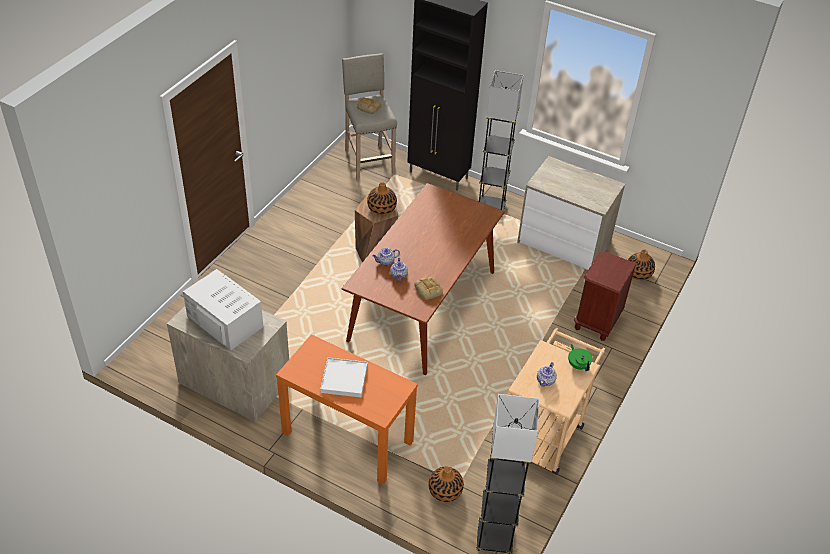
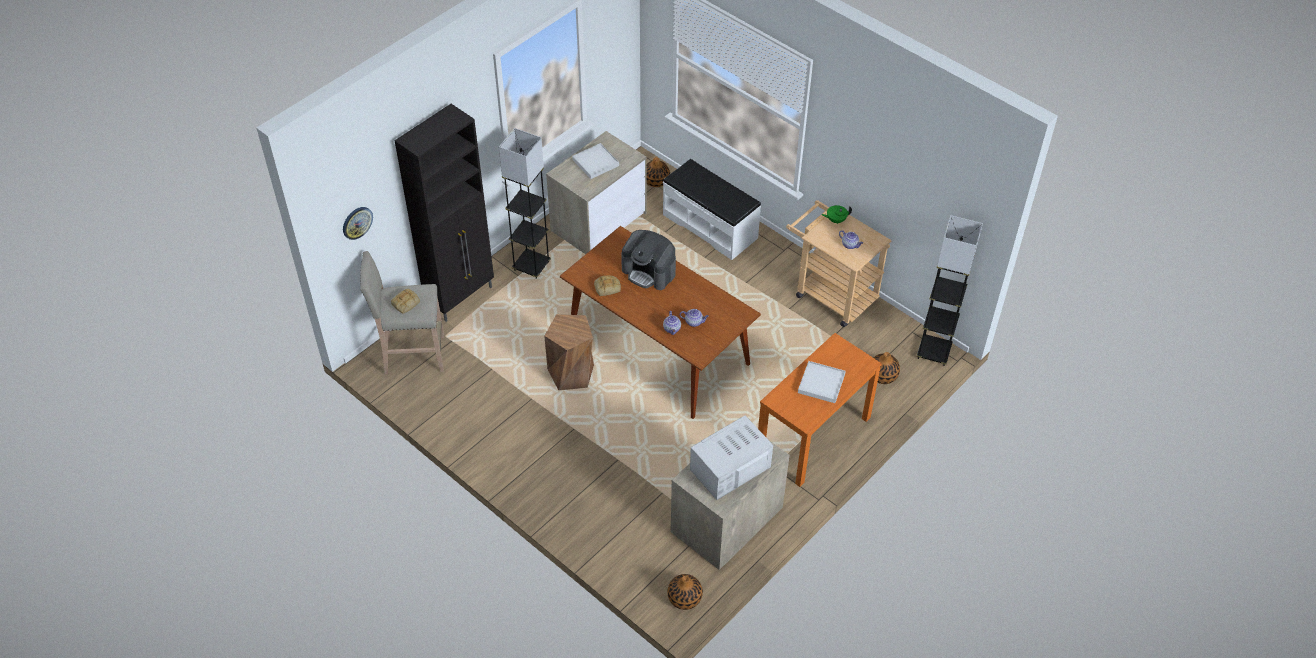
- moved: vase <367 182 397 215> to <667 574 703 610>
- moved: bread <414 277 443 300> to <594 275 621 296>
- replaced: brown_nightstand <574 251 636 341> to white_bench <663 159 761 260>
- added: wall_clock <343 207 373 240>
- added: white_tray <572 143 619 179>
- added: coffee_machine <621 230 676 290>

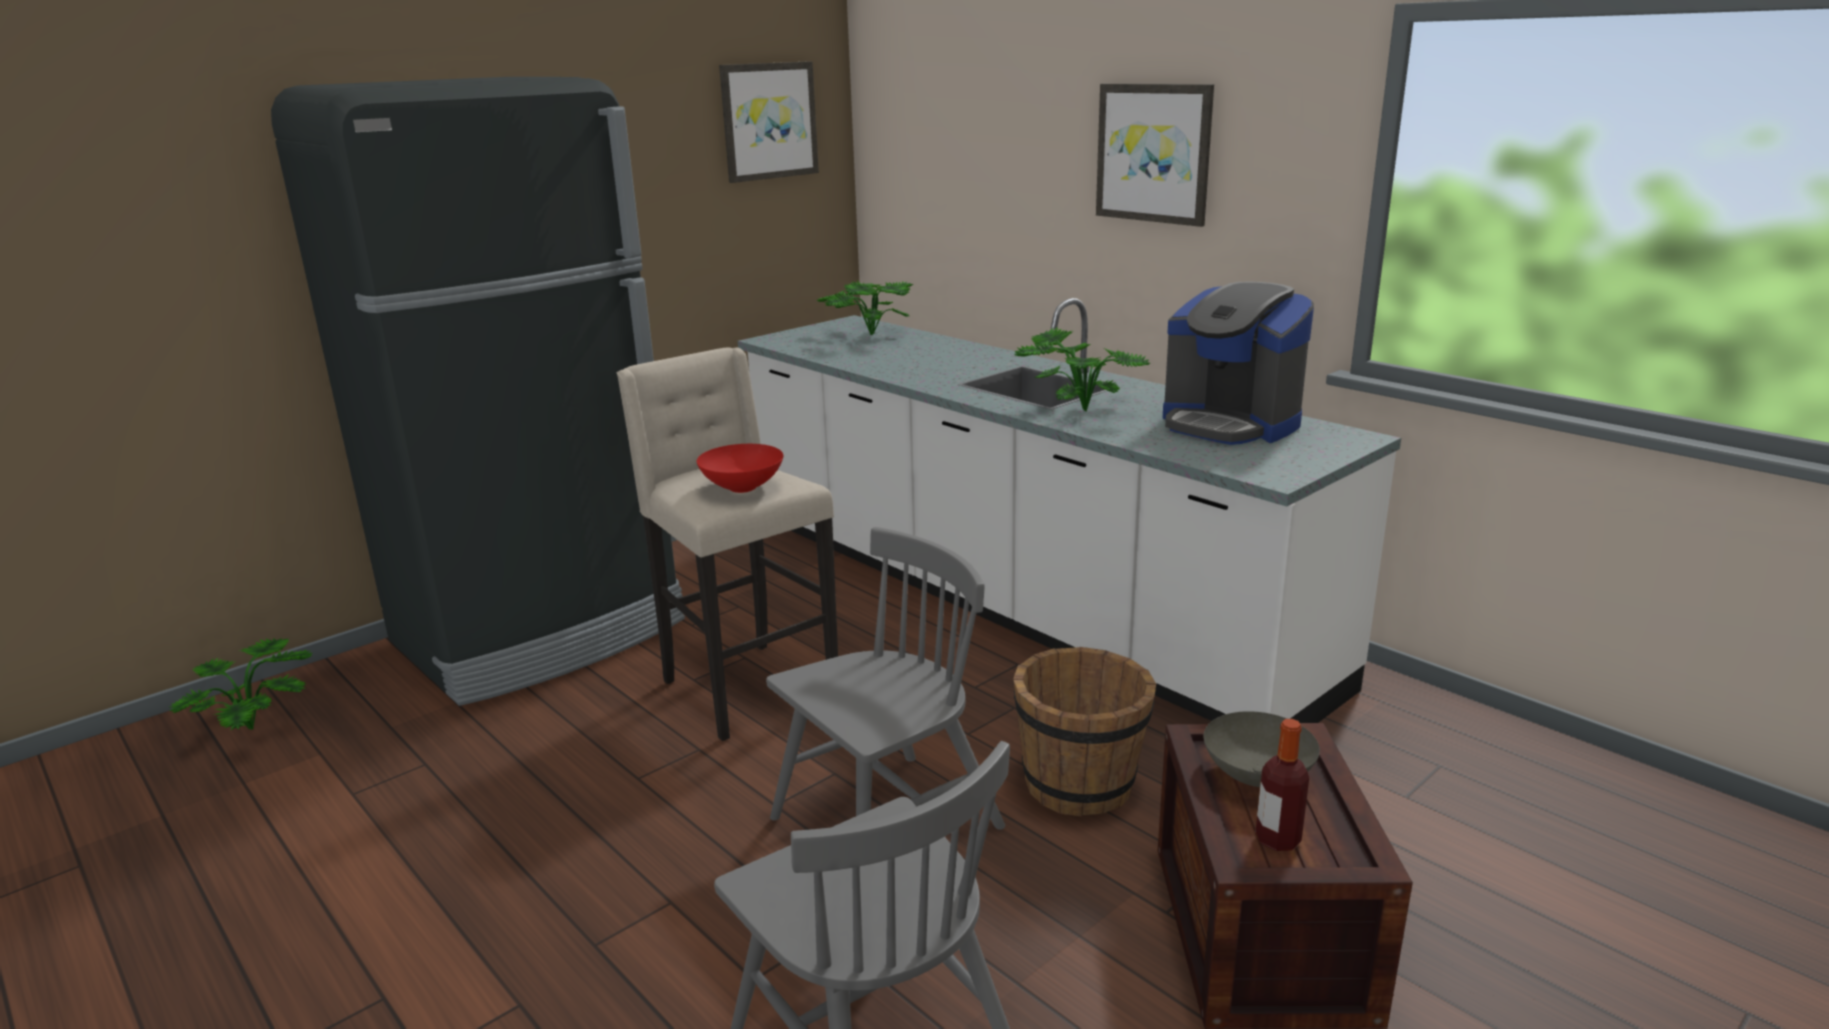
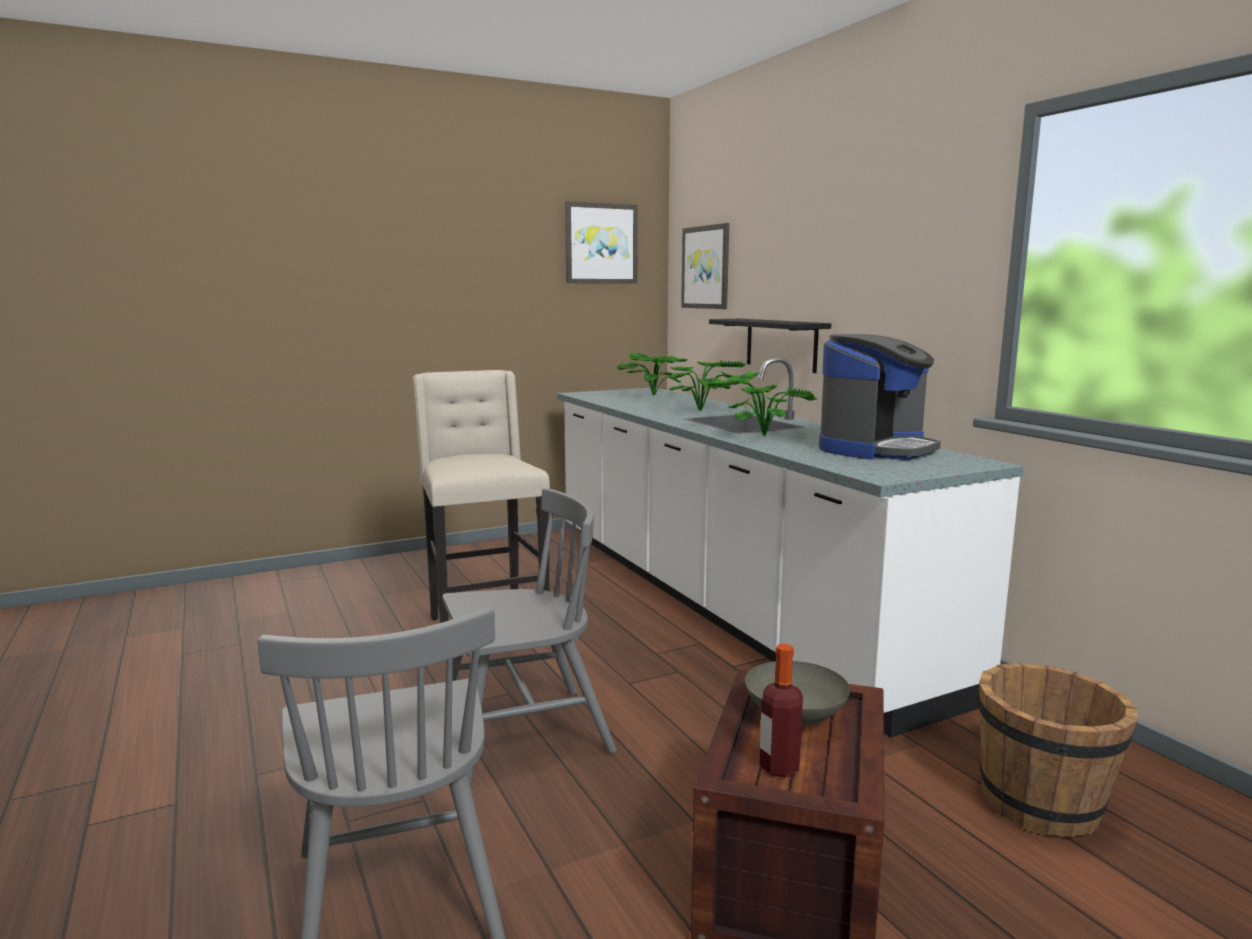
- moved: potted_plant <169 638 312 731> to <668 360 746 411>
- removed: black_fridge <271 77 685 706>
- removed: red_bowl <697 444 783 493>
- moved: brown_bucket <1013 647 1156 816> to <978 662 1137 837>
- moved: picture <1096 84 1214 227> to <681 223 729 309>
- turned: coffee_machine <1163 281 1314 445> = <819 334 941 460> 105 degrees counterclockwise
- added: black_shelf <709 319 831 373>

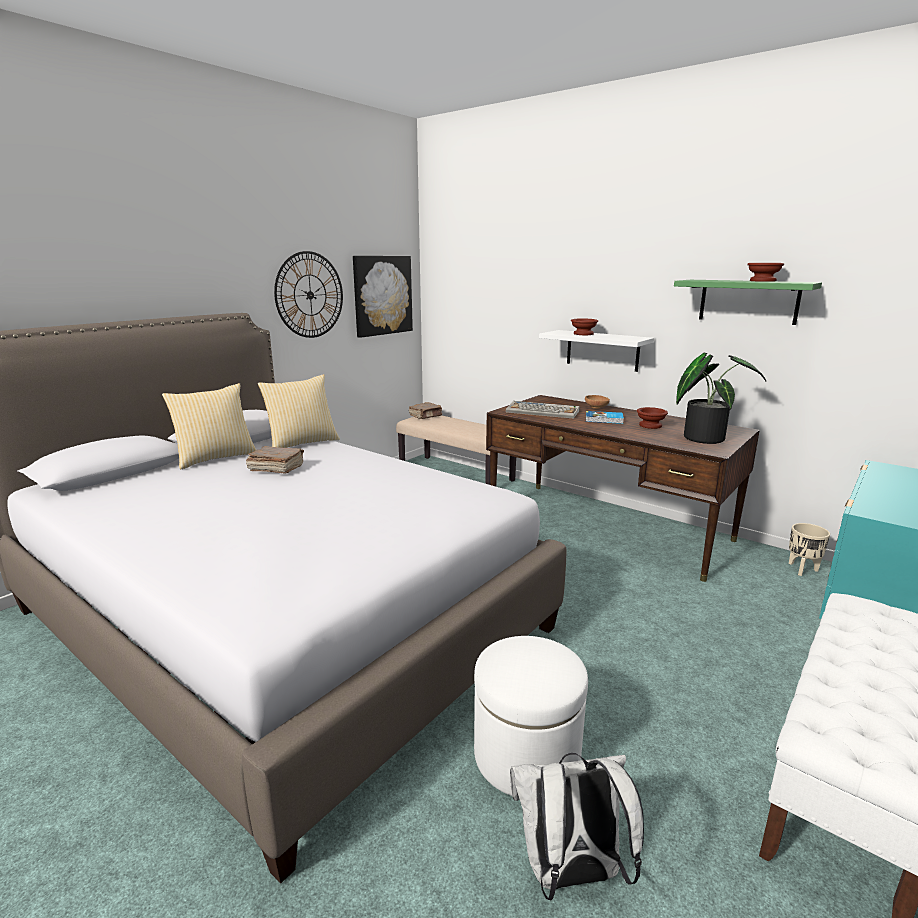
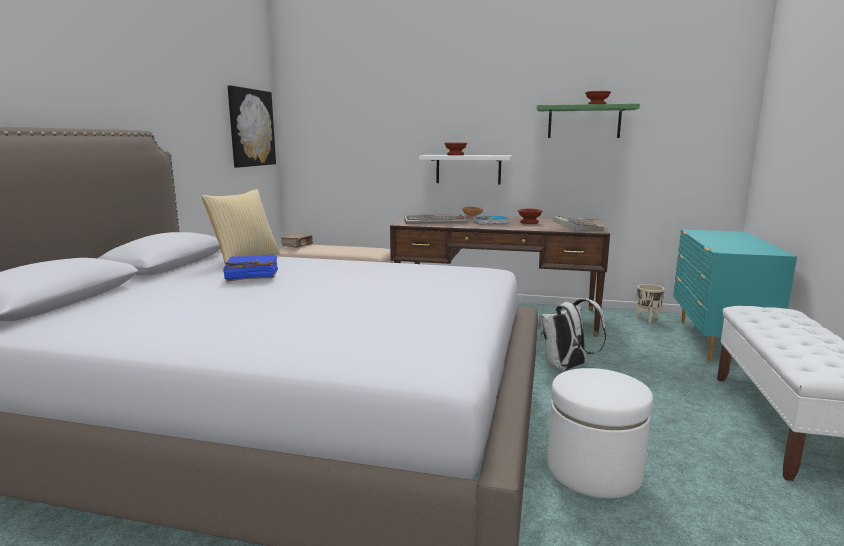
- removed: pillow <162 383 256 469>
- recoloured: brown_book <246 446 304 474> to blue_book <223 255 278 282>
- removed: wall_clock <274 251 343 338>
- moved: white_backpack <510 753 644 900> to <539 299 606 371>
- replaced: potted_plant <676 353 766 444> to keyboard <553 216 604 231>

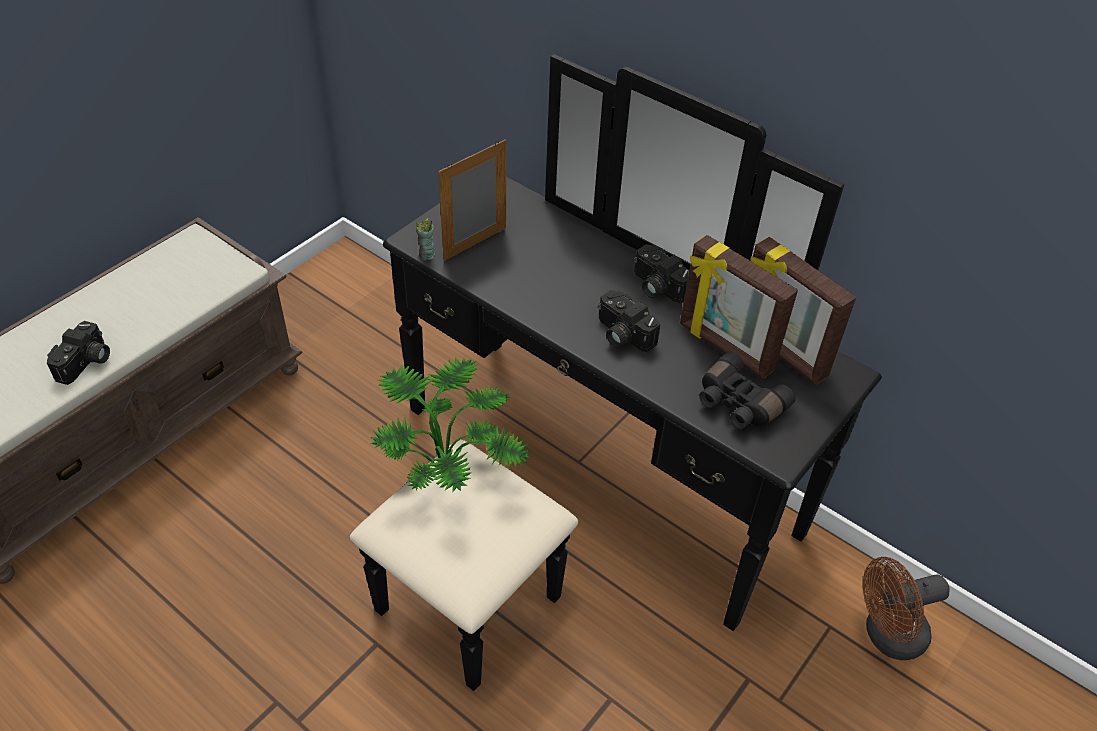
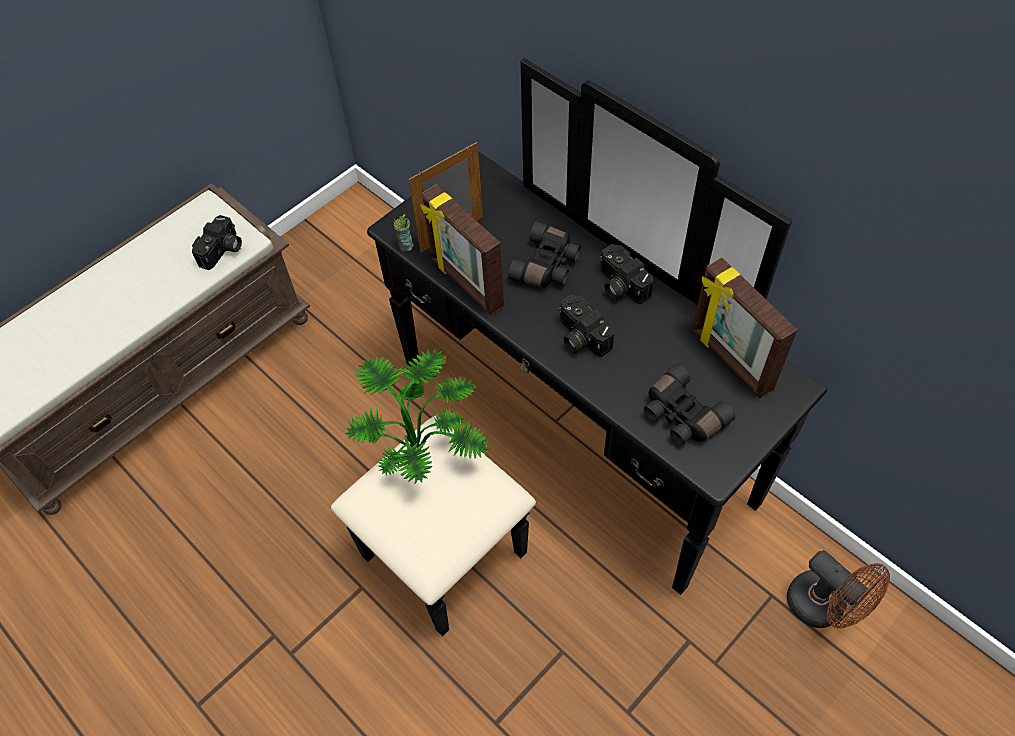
- moved: photo_camera <47 321 110 385> to <192 215 242 270>
- moved: picture_frame <680 235 798 379> to <420 185 504 315>
- turned: brown_fan <863 557 950 660> = <787 550 890 628> 120 degrees counterclockwise
- added: black_binoculars <508 221 581 288>

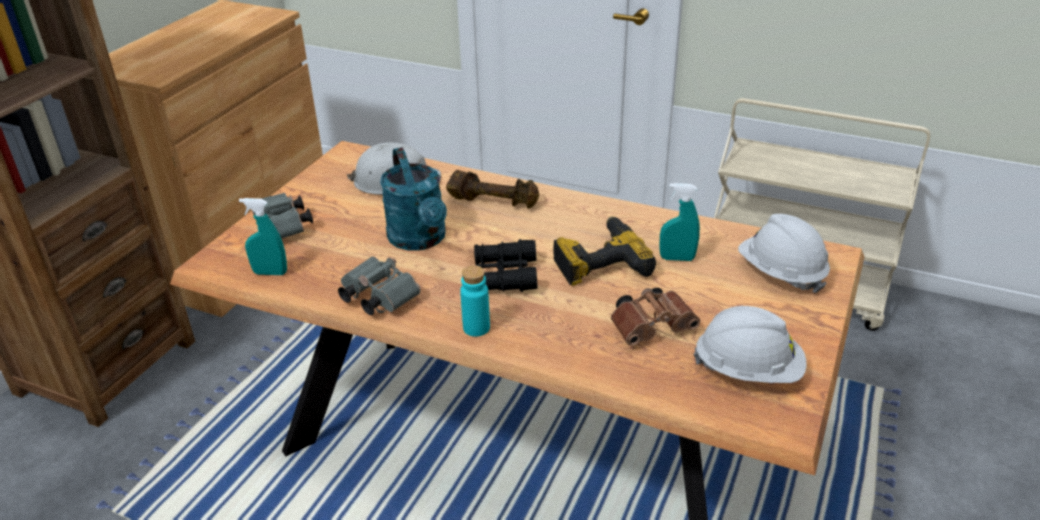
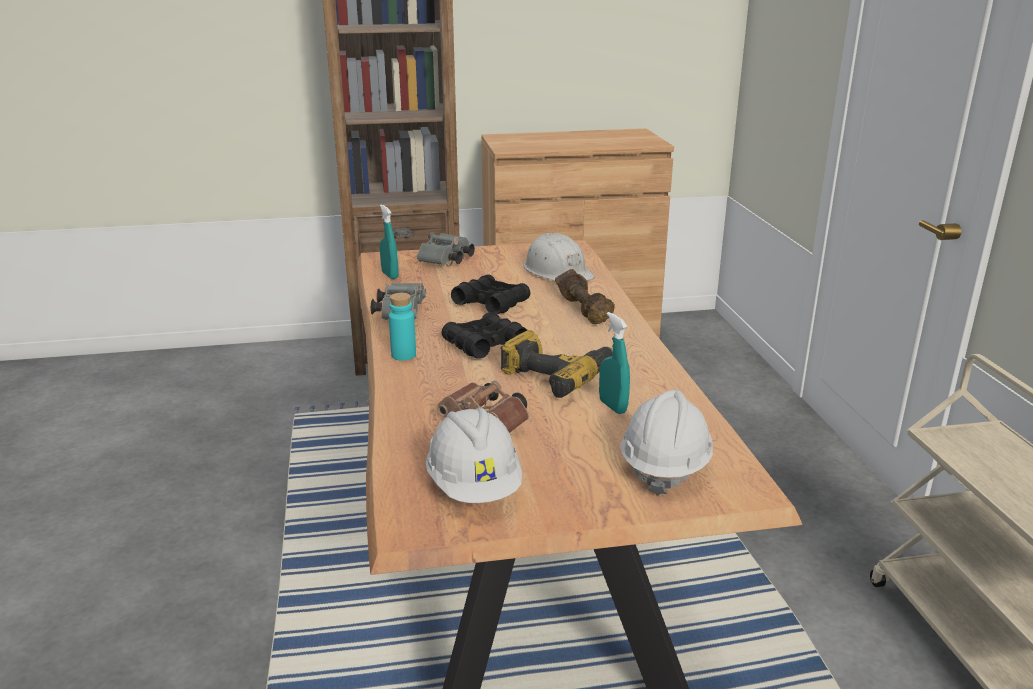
- replaced: turquoise_watering_can <380 147 447 250> to black_binoculars <451 274 530 314>

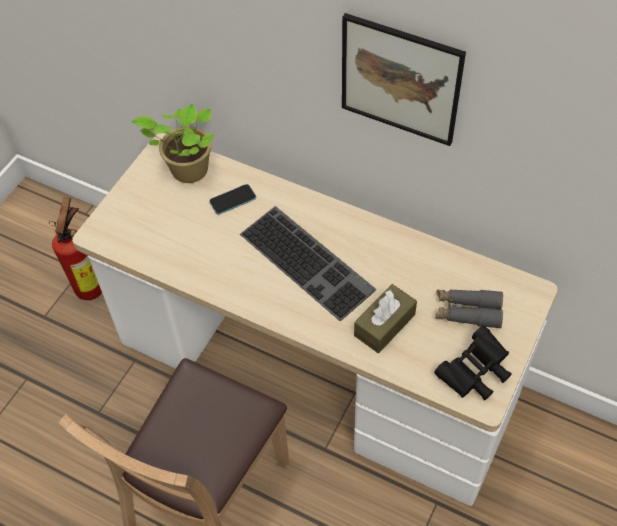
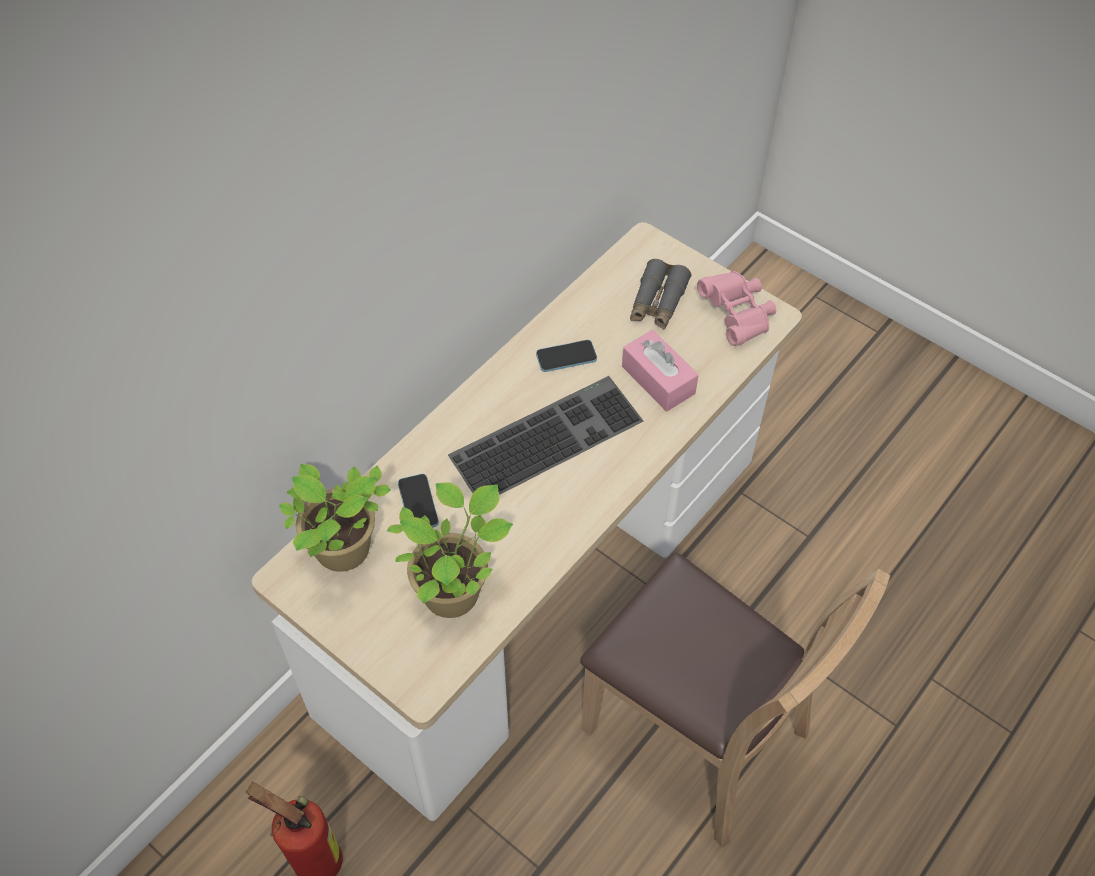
- removed: picture <342 13 466 146>
- recoloured: brown_tissue_box <354 284 417 353> to pink_tissue_box <622 330 699 412>
- recoloured: black_binoculars <434 325 512 400> to pink_binoculars <697 271 776 346>
- added: potted_plant <387 482 513 618>
- added: phone <536 340 597 372>

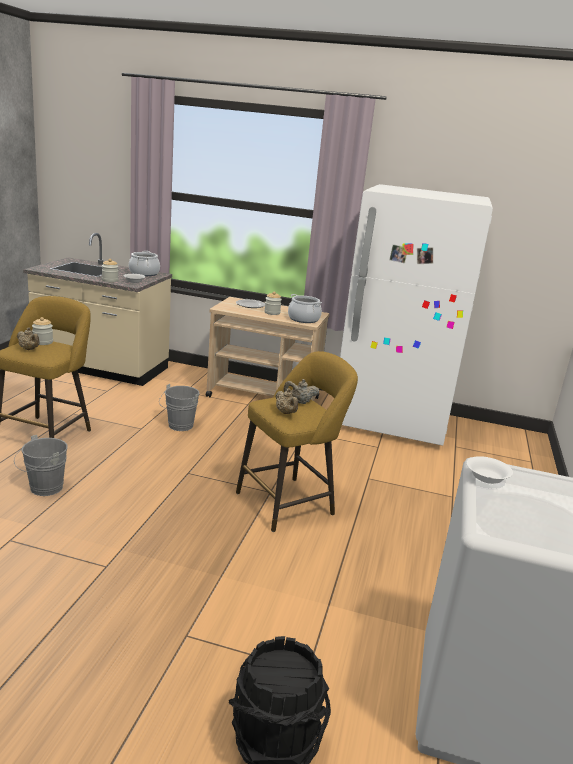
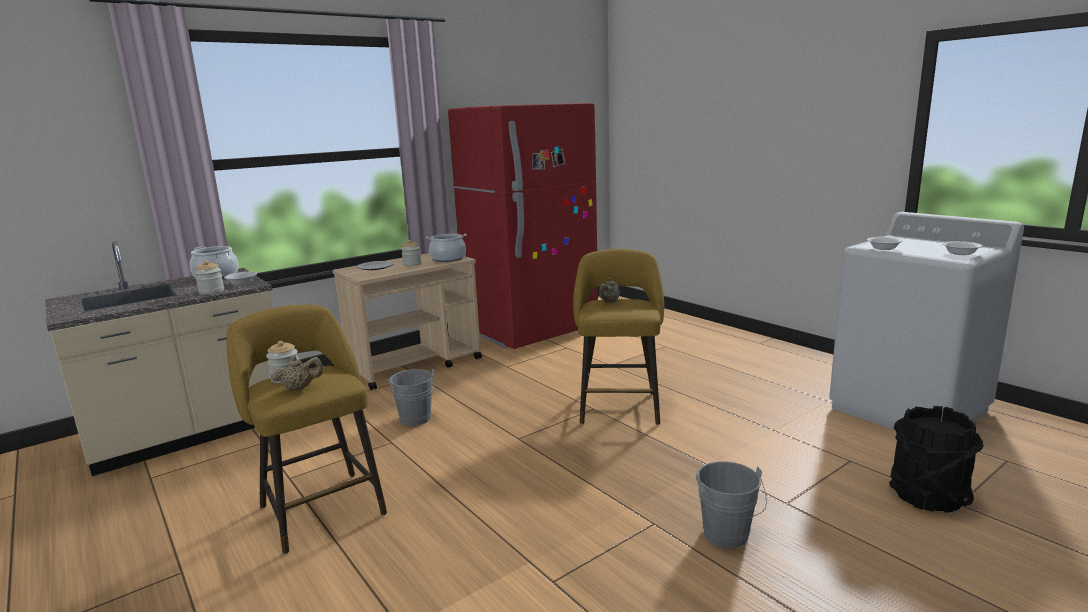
- moved: grey_bucket <14 435 68 496> to <696 461 767 548>
- removed: beige_teapot <276 388 298 414>
- recoloured: white_fridge <340 184 493 446> to red_fridge <448 103 598 349>
- added: white_bowl <942 241 982 256>

